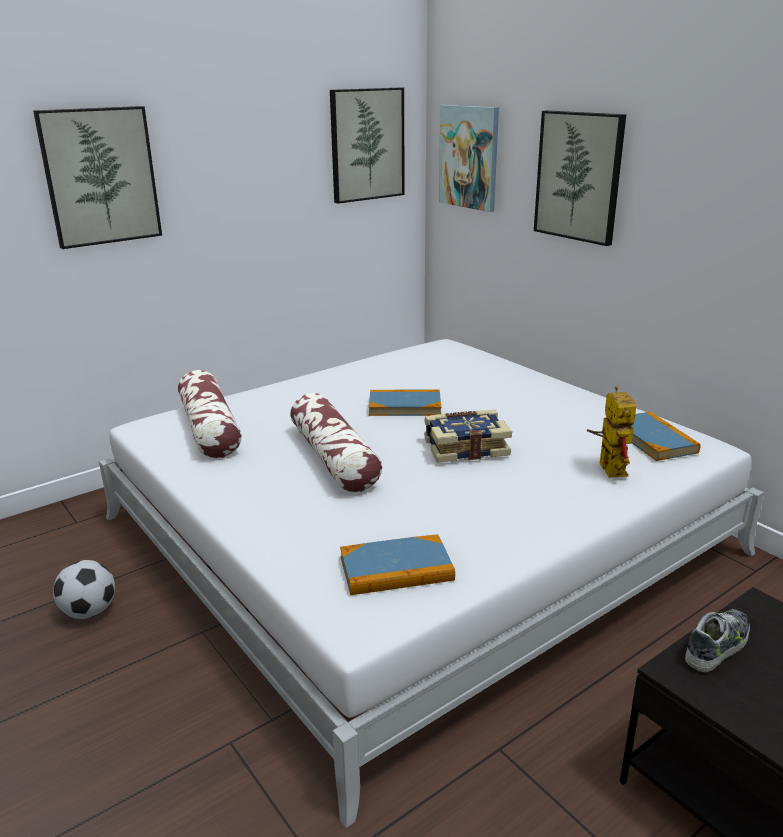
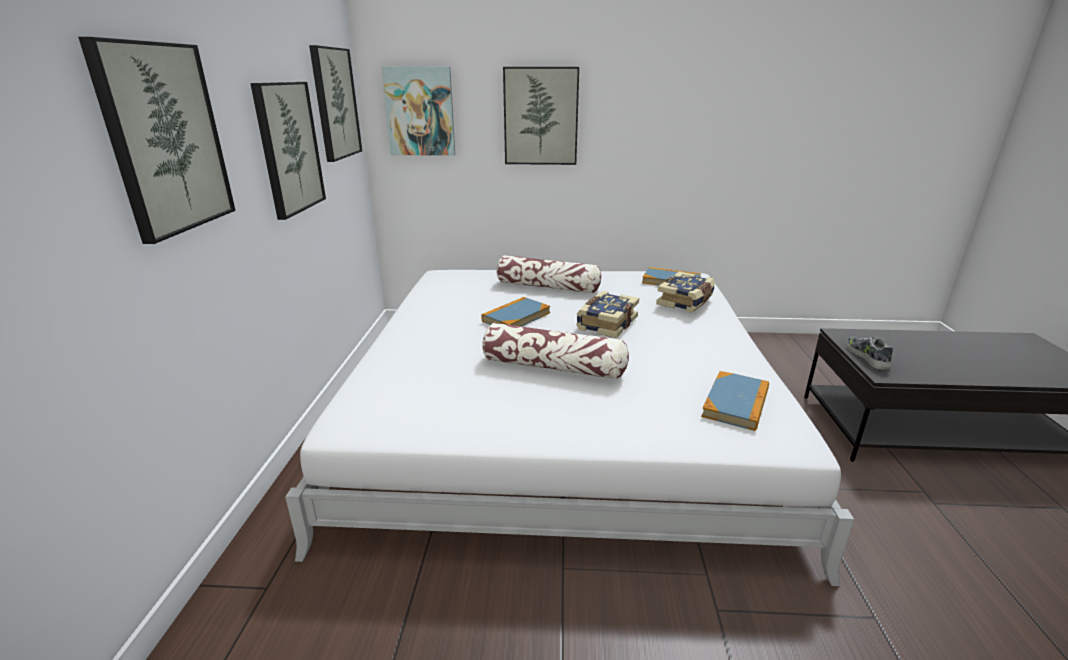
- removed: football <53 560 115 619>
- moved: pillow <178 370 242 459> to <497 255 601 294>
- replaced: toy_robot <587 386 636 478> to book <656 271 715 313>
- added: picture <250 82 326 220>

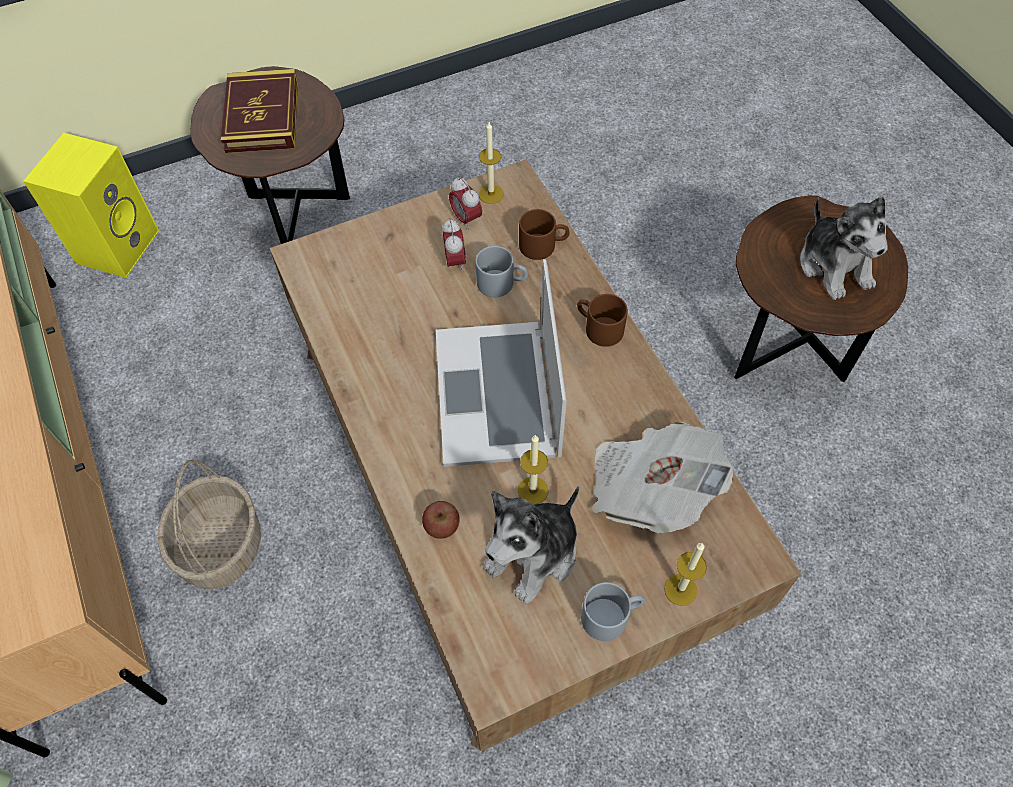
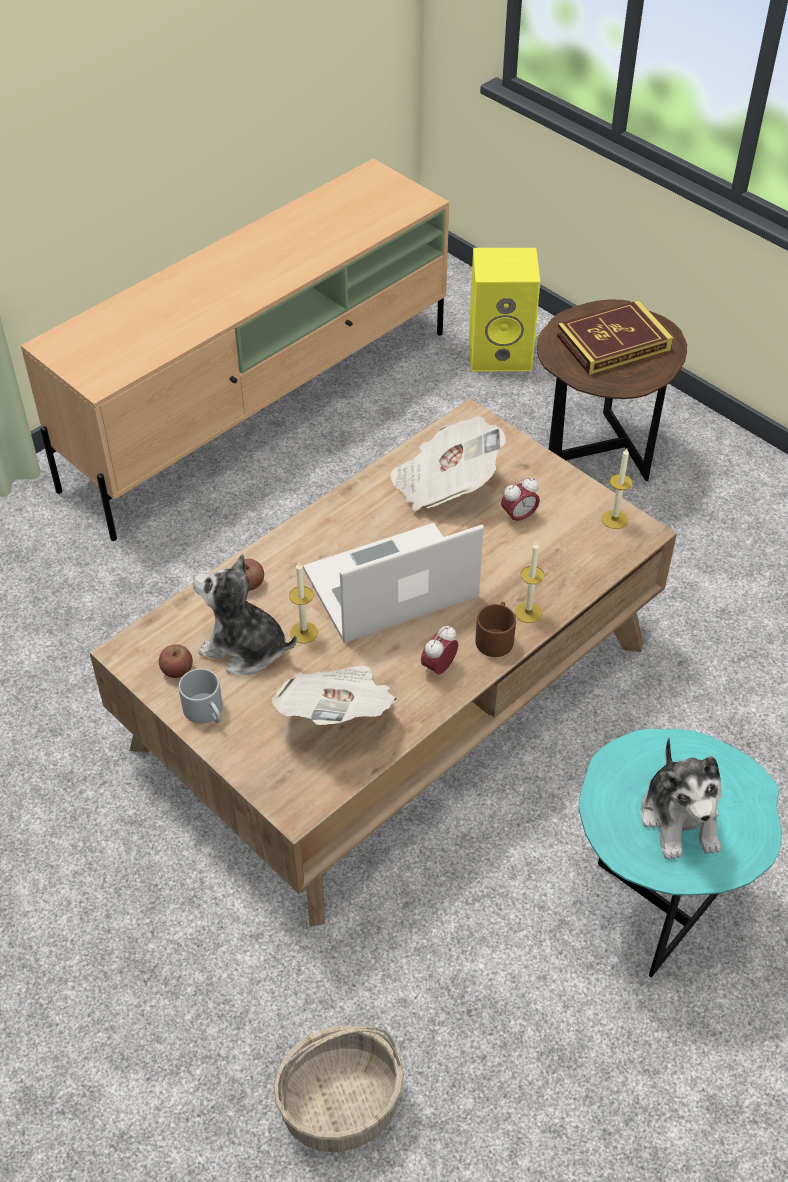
- moved: basket <158 460 261 589> to <273 1025 404 1152>
- moved: alarm_clock <449 177 482 230> to <421 626 458 675>
- removed: grey_mug <475 246 528 298>
- removed: brown_mug <519 209 570 260>
- moved: candle <664 543 707 606> to <515 541 545 623>
- recoloured: brown_side_table <734 195 908 382> to turquoise_side_table <578 729 782 977>
- turned: plush_toy <800 196 887 300> = <641 738 721 860> 60 degrees counterclockwise
- added: apple <159 644 193 678>
- added: newspaper <390 417 506 511>

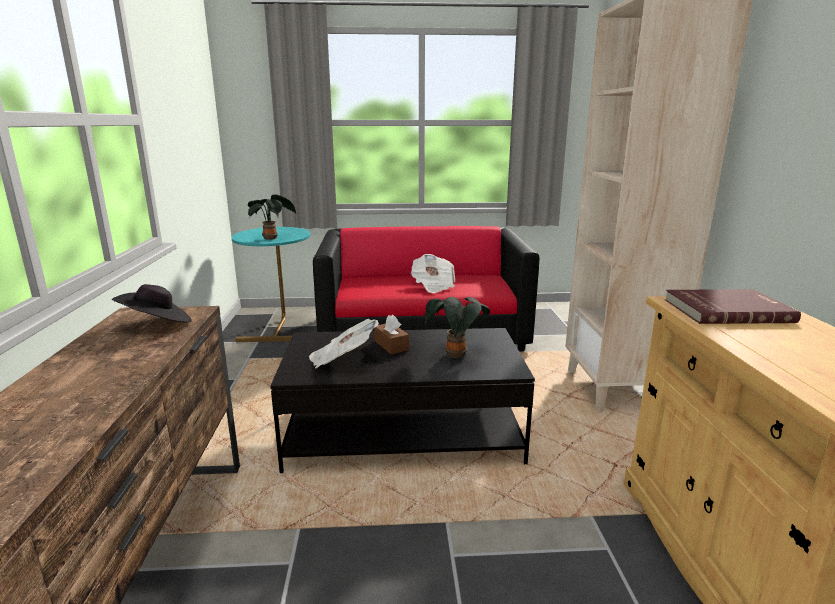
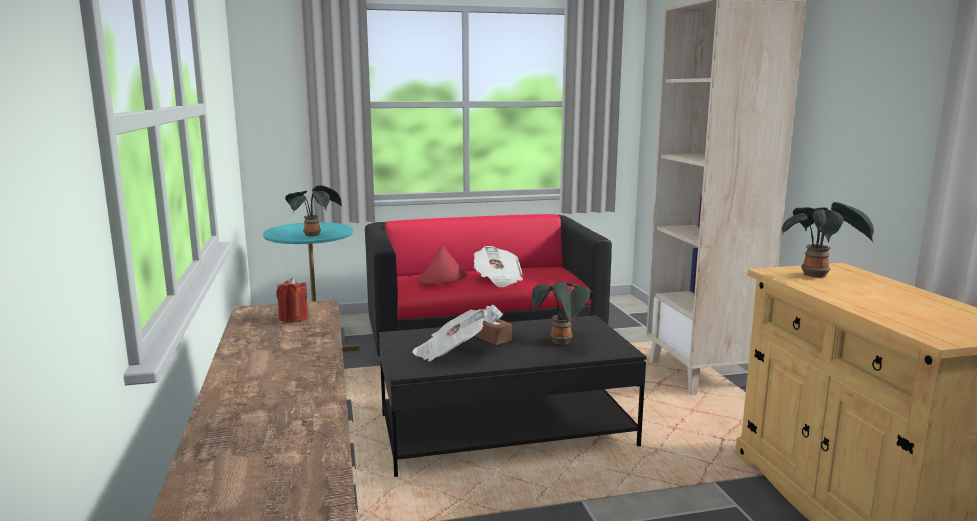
- replaced: black_hat <112 284 192 323> to red_candle <276 278 308 323>
- replaced: red_book <665 289 801 324> to potted_plant <782 202 874 277>
- added: red_hat <417 245 467 285>

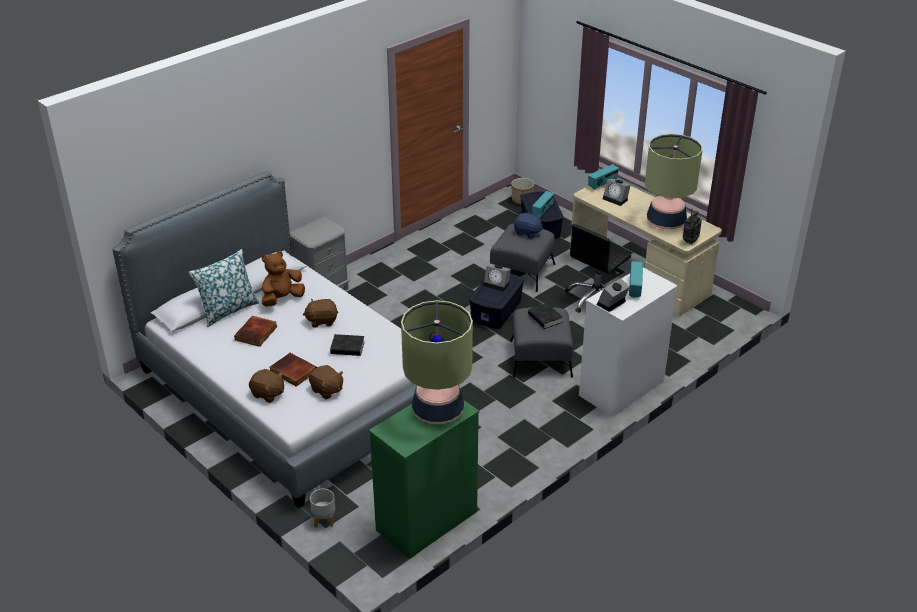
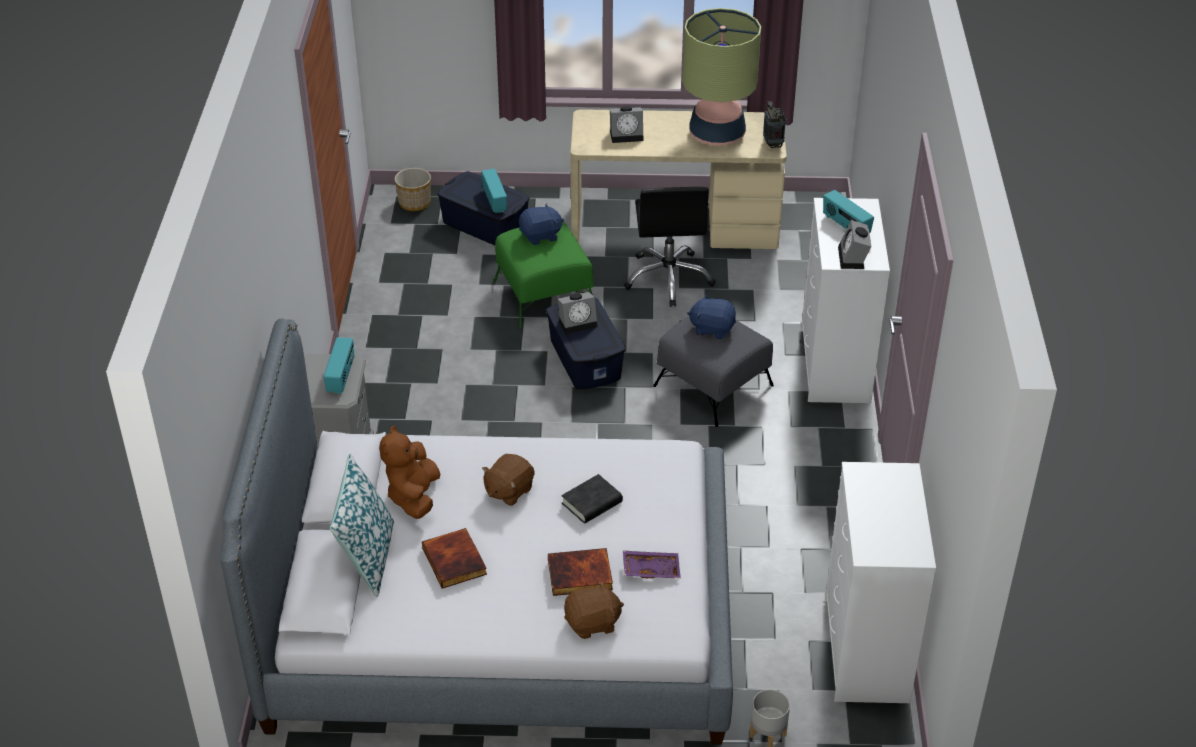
- replaced: brown_plush_toy <309 365 343 399> to purple_tray <623 550 681 579>
- recoloured: green_dresser <369 401 479 559> to white_dresser <825 462 936 703>
- removed: table_lamp <401 300 473 424>
- recoloured: grey_ottoman <490 223 555 292> to green_ottoman <494 222 594 328>
- replaced: black_book <528 303 563 329> to blue_plush_toy <687 295 736 339>
- moved: radio <588 164 619 190> to <324 337 354 394>

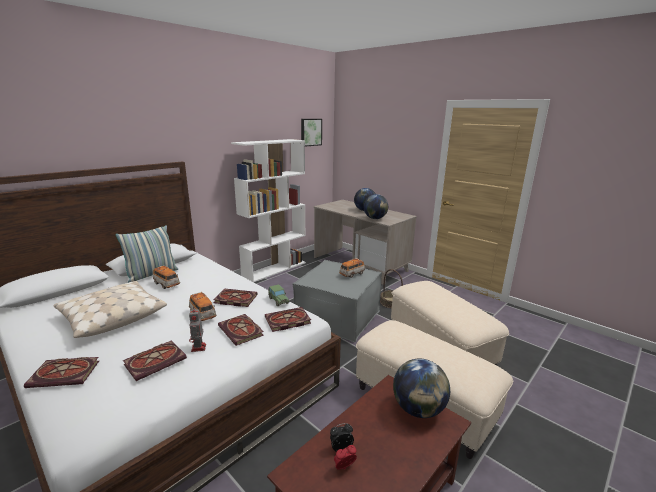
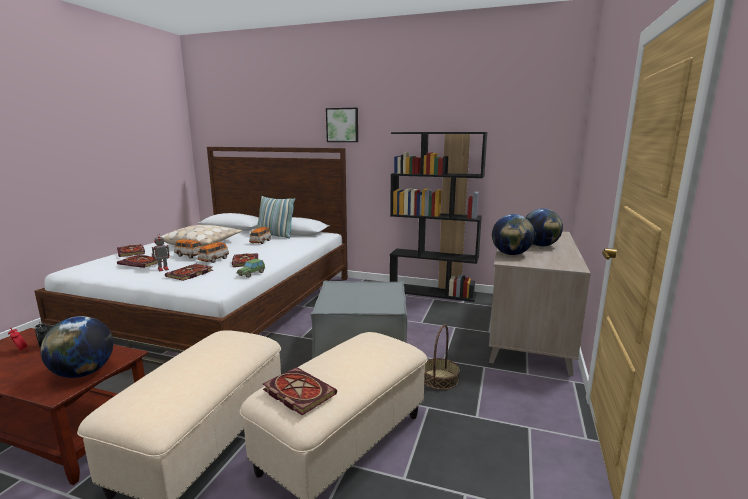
- recoloured: white_bookcase <231 139 306 282> to black_bookcase <390 132 488 302>
- moved: book <265 307 311 332> to <263 367 337 415>
- moved: picture <301 119 322 147> to <326 108 358 142>
- moved: toy_car <339 258 365 278> to <174 239 203 259>

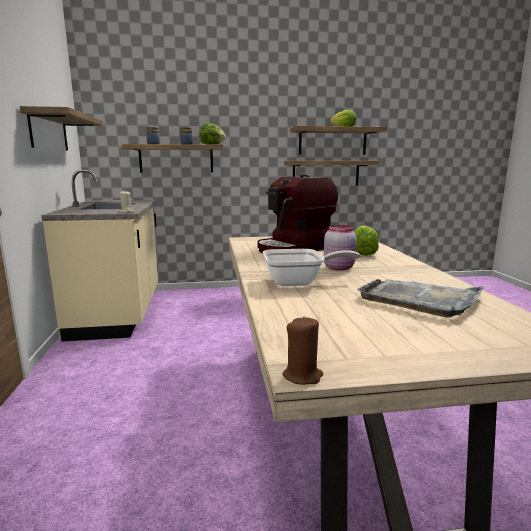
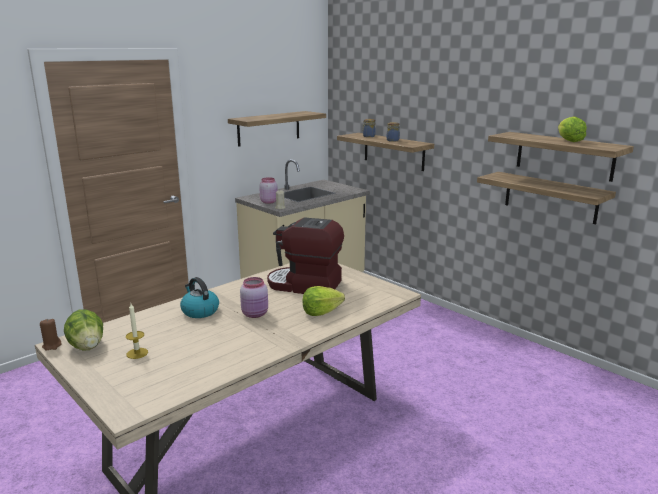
- moved: lettuce <199 123 226 145> to <64 309 103 351>
- replaced: frying_pan <263 249 360 286> to kettle <180 277 219 318>
- removed: grey_tray <357 279 484 318>
- added: candle <126 304 148 359>
- added: pink_jar <259 177 278 204>

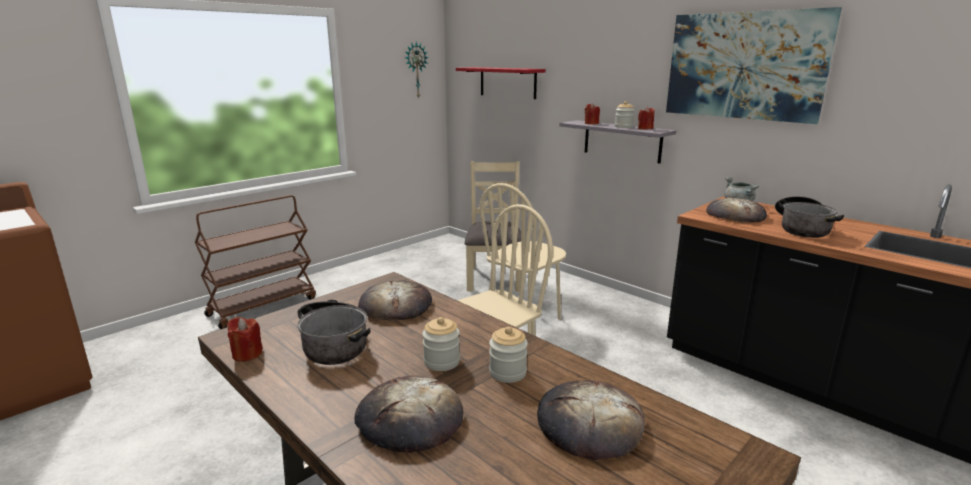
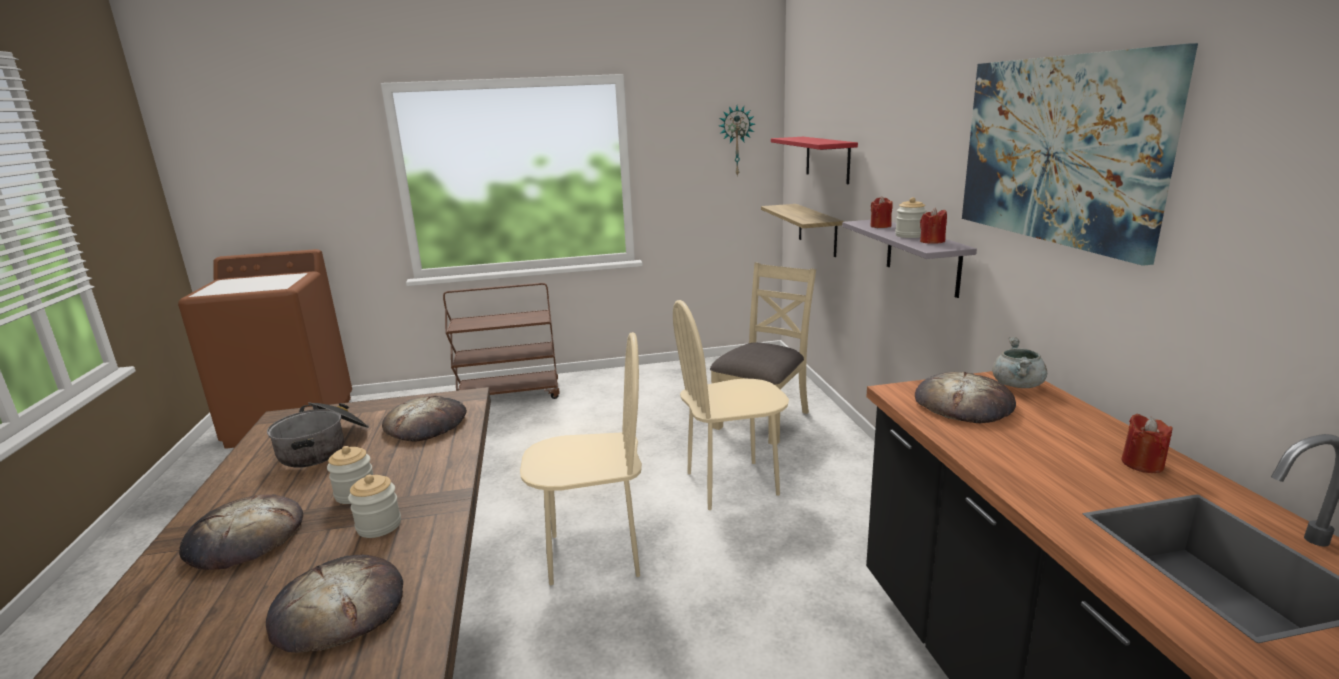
- moved: red_candle <227 317 263 362> to <1121 414 1173 473>
- removed: cooking_pot <775 196 844 238>
- added: shelf <761 204 844 257>

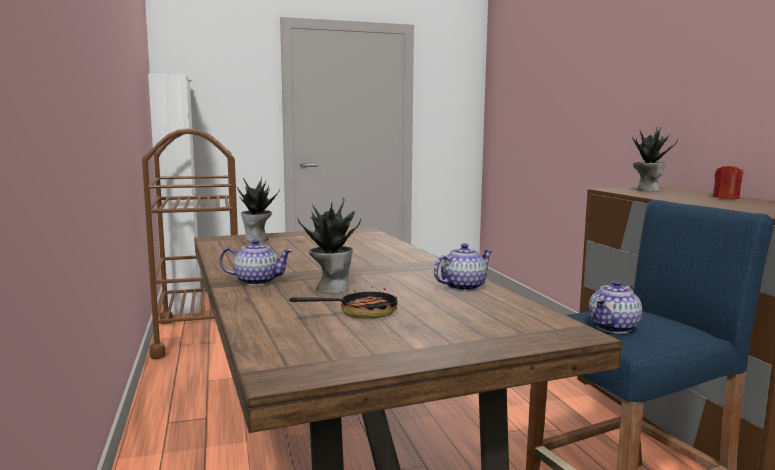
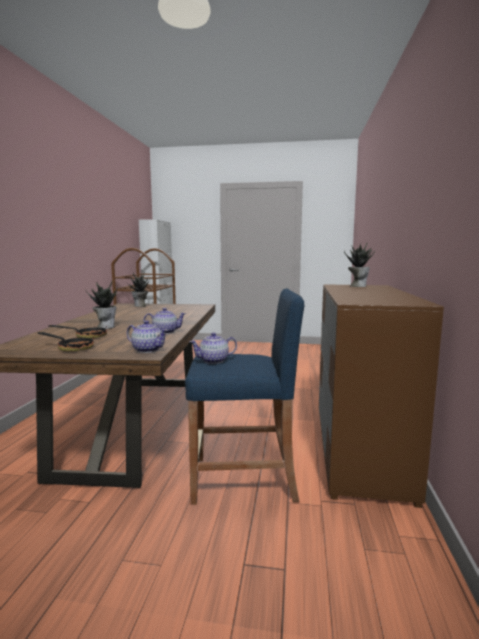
- moved: teapot <220 239 293 286> to <127 320 168 353>
- removed: red_candle <713 163 744 199>
- added: frying_pan <38 332 94 352>

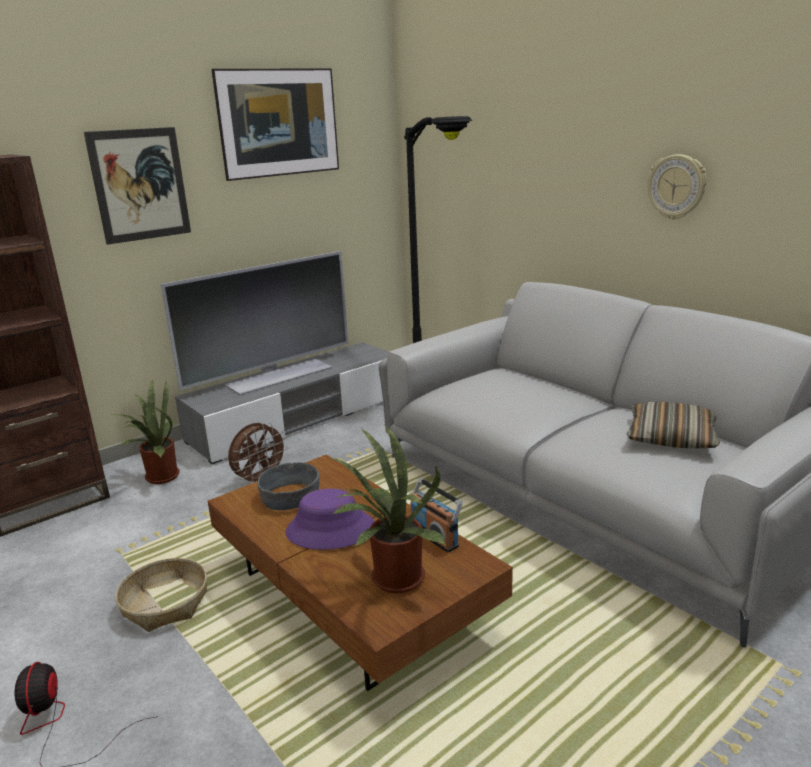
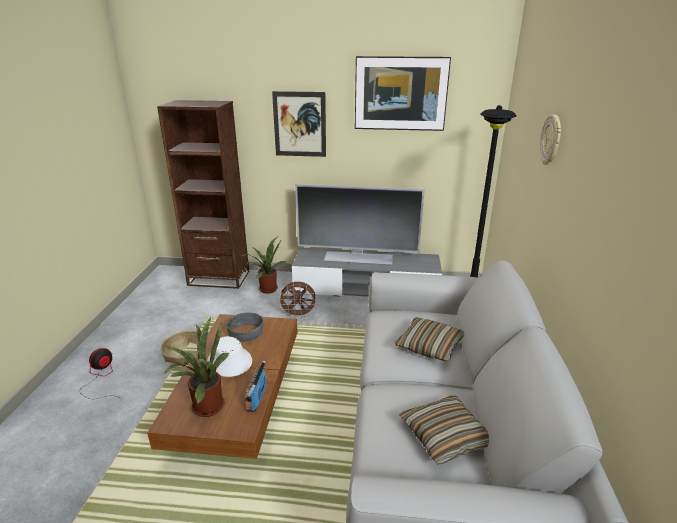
- recoloured: purple_hat <286 488 375 550> to white_hat <207 336 252 377>
- moved: wall_clock <647 154 707 220> to <540 114 561 165>
- added: pillow <395 317 464 361>

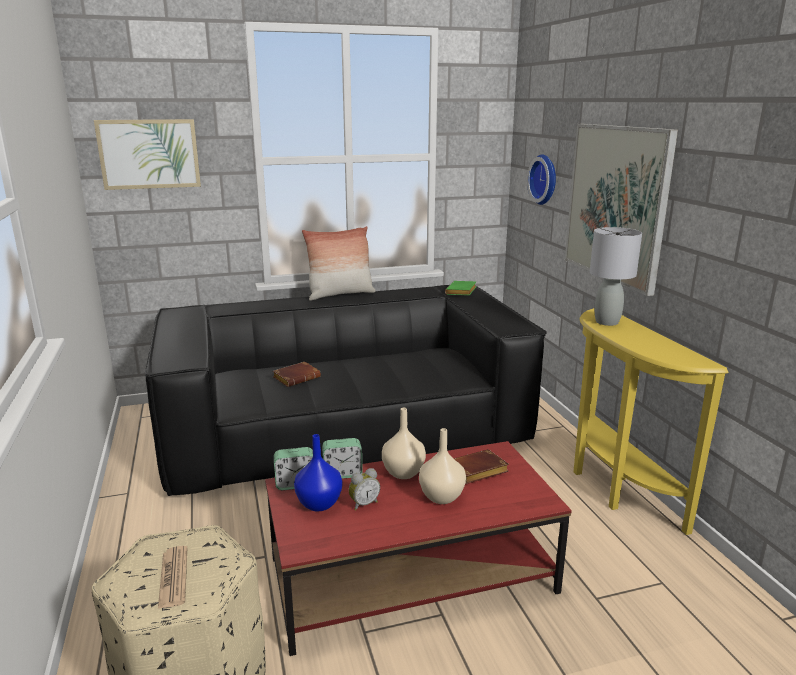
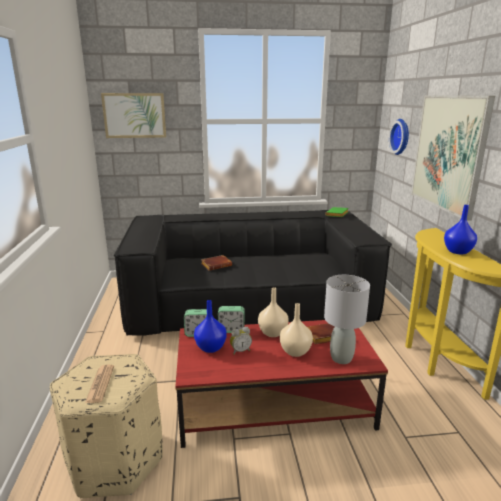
- removed: pillow <302 226 376 301>
- moved: grey_table_lamp <590 227 642 326> to <324 275 370 364>
- added: blue_vase <444 205 477 254>

